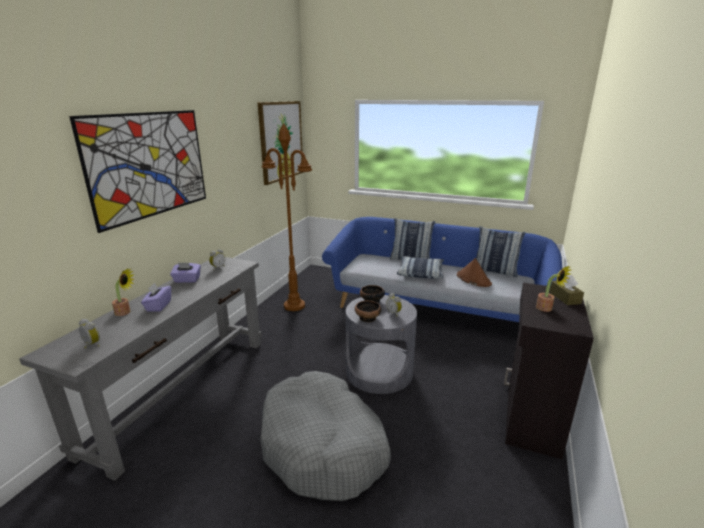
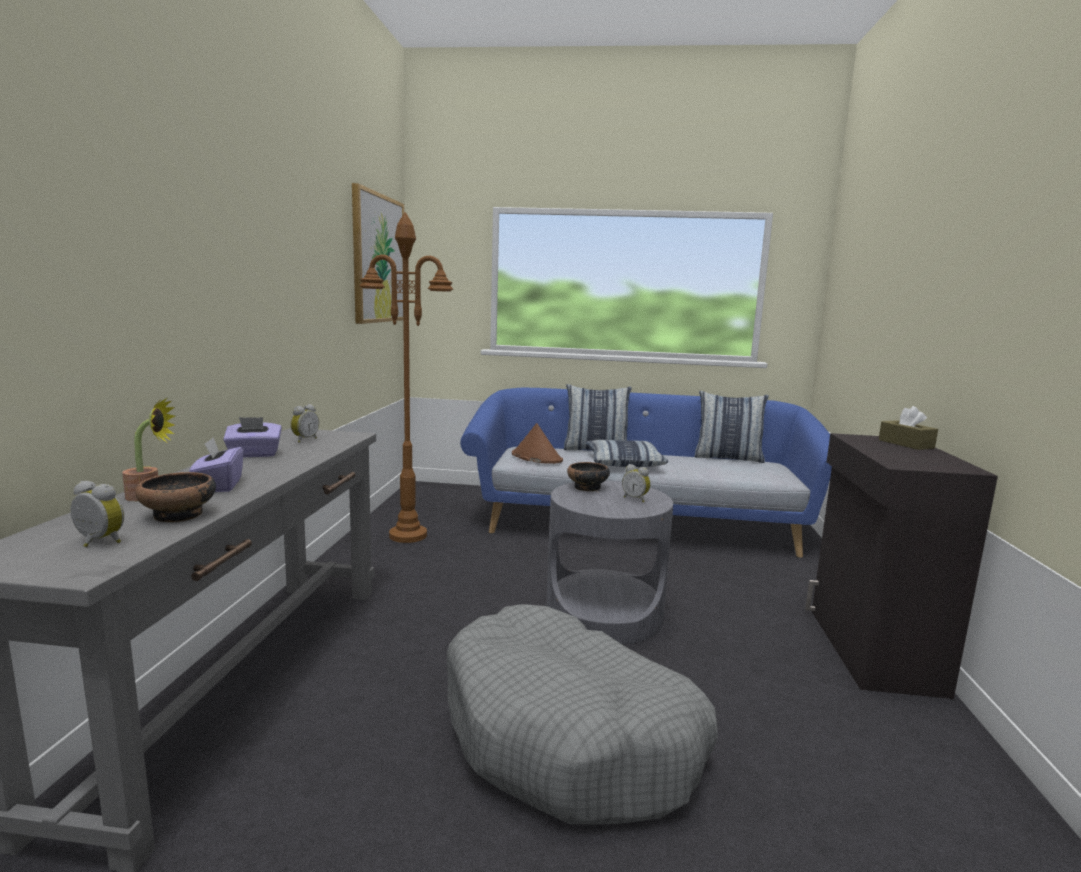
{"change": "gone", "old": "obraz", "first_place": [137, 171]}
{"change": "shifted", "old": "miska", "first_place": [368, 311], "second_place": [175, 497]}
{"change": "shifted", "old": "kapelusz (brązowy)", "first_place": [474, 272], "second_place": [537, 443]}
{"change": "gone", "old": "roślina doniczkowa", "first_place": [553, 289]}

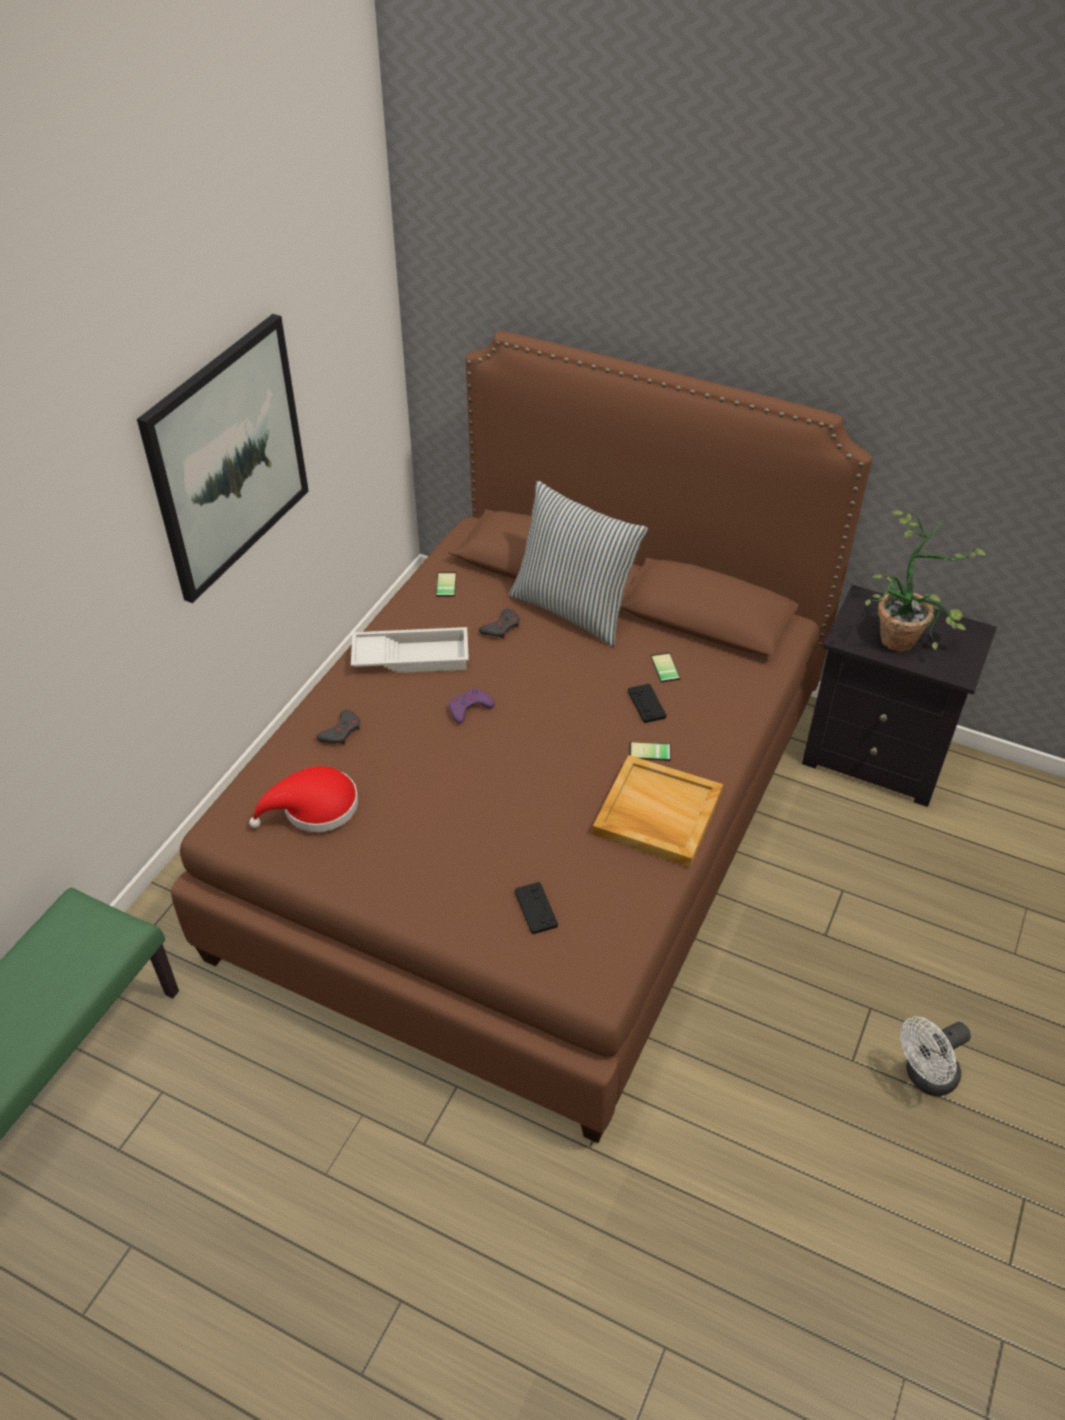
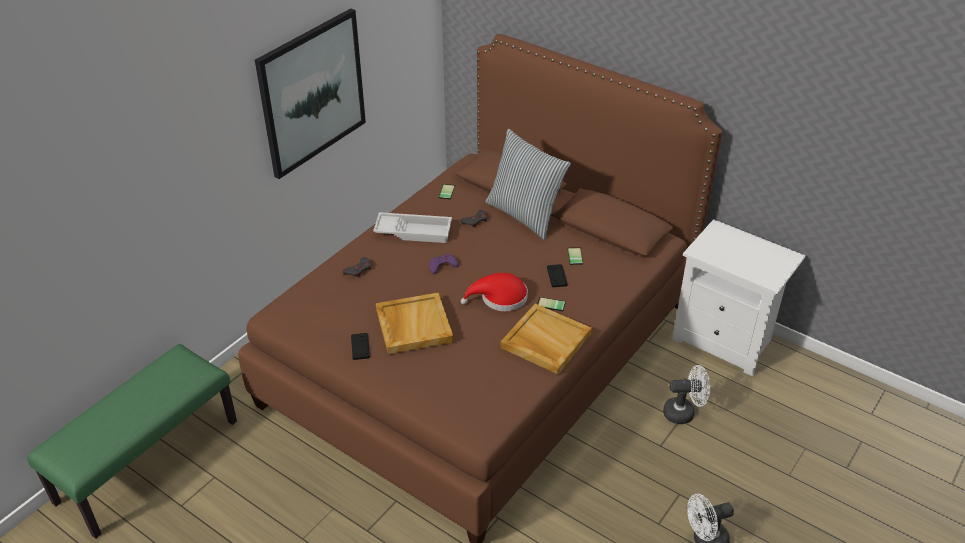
{"change": "shifted", "old": "kapelusz (czerwony)", "first_place": [303, 799], "second_place": [494, 292]}
{"change": "shifted", "old": "pad do gier (czarny)", "first_place": [536, 908], "second_place": [360, 346]}
{"change": "repainted", "old": "szafka nocna (czarny)", "new": "szafka nocna (biały)", "first_place": [899, 696], "second_place": [739, 298]}
{"change": "gone", "old": "roślina doniczkowa", "first_place": [925, 581]}
{"change": "new", "new": "taca (beżowy)", "second_place": [414, 323]}
{"change": "new", "new": "wentylator (biały)", "second_place": [686, 394]}

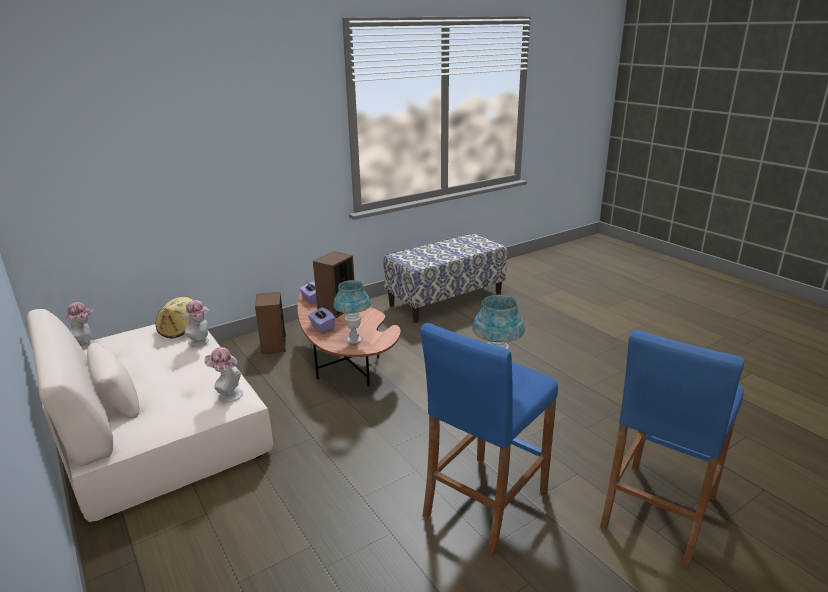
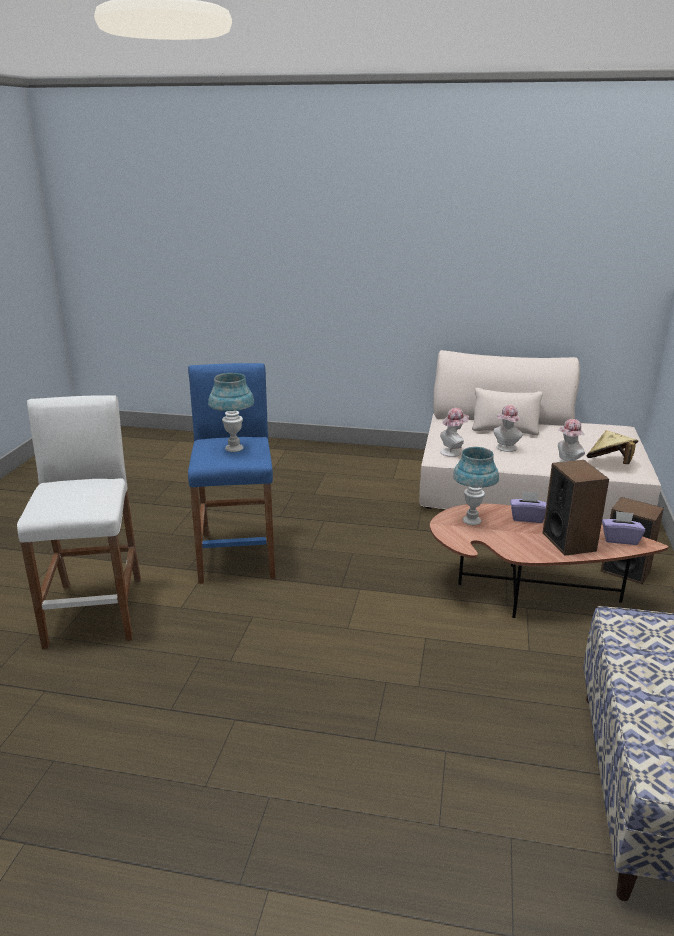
{"change": "shifted", "old": "kapelusz", "first_place": [79, 325], "second_place": [508, 428]}
{"change": "repainted", "old": "stołek (niebieski)", "new": "stołek (biały)", "first_place": [672, 449], "second_place": [79, 522]}

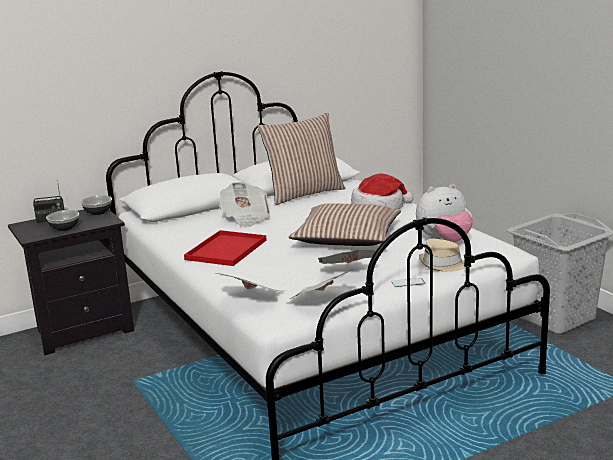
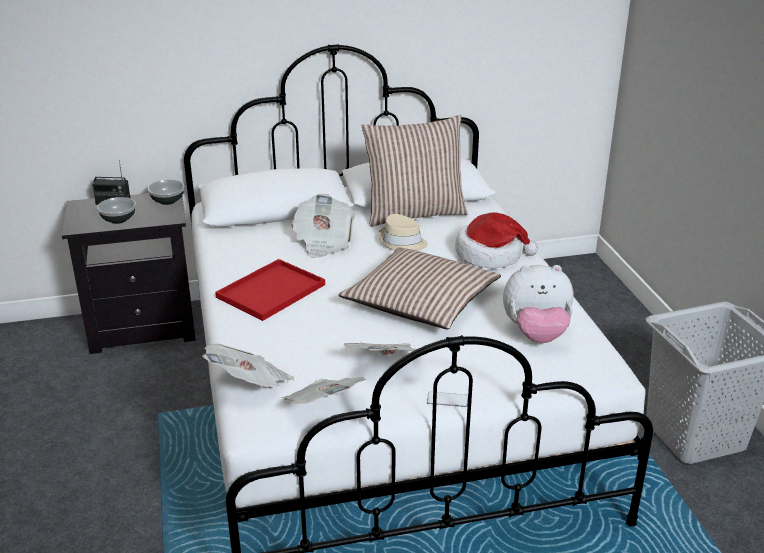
{"change": "shifted", "old": "kapelusz (beżowy)", "first_place": [442, 254], "second_place": [403, 232]}

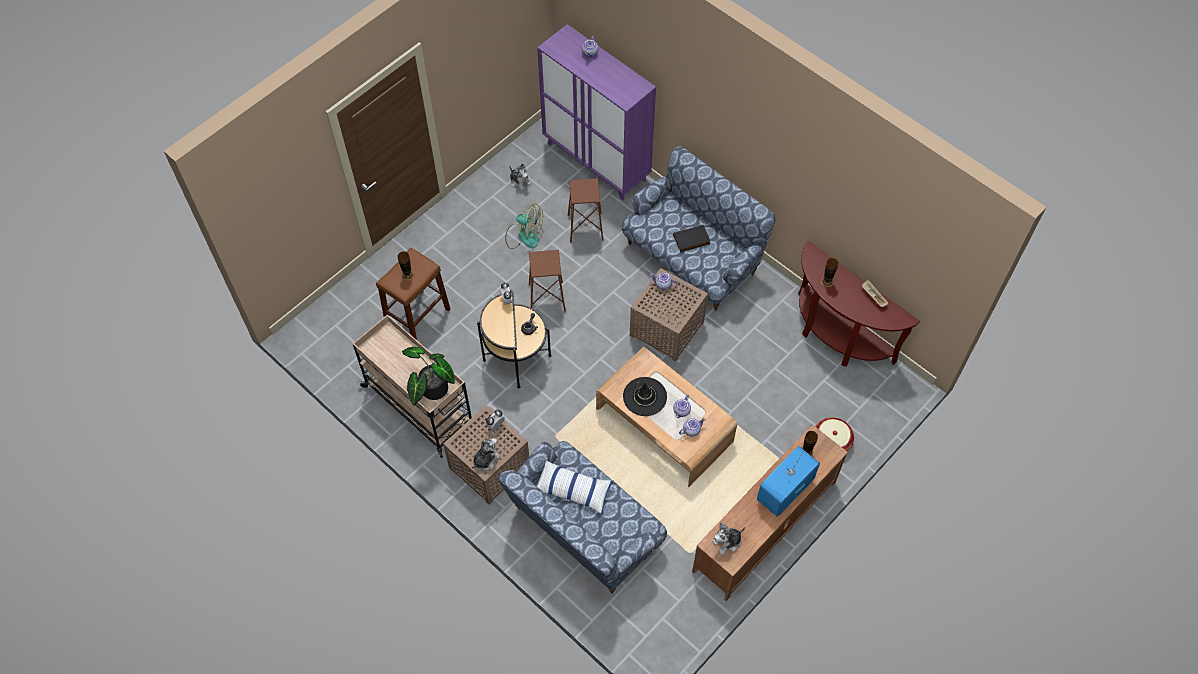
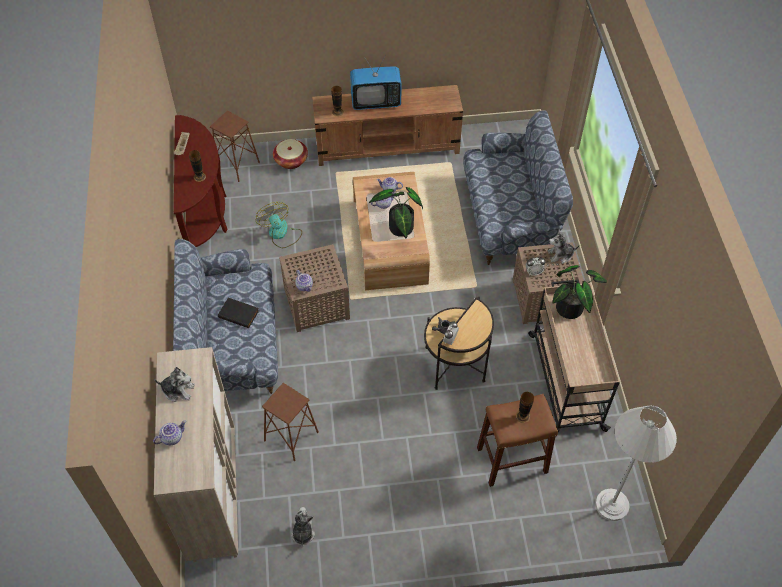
{"change": "shifted", "old": "wentylator", "first_place": [524, 226], "second_place": [279, 225]}
{"change": "shifted", "old": "stołek (brązowy)", "first_place": [547, 281], "second_place": [235, 146]}
{"change": "gone", "old": "poduszka", "first_place": [574, 487]}
{"change": "repainted", "old": "szafka (fioletowy)", "new": "szafka (beżowy)", "first_place": [596, 112], "second_place": [196, 454]}
{"change": "swapped", "old": "kapelusz (czarny)", "new": "roślina doniczkowa", "first_place": [645, 396], "second_place": [396, 212]}
{"change": "shifted", "old": "pluszak", "first_place": [728, 538], "second_place": [174, 384]}
{"change": "new", "new": "lampa stojąca (biały)", "second_place": [636, 463]}

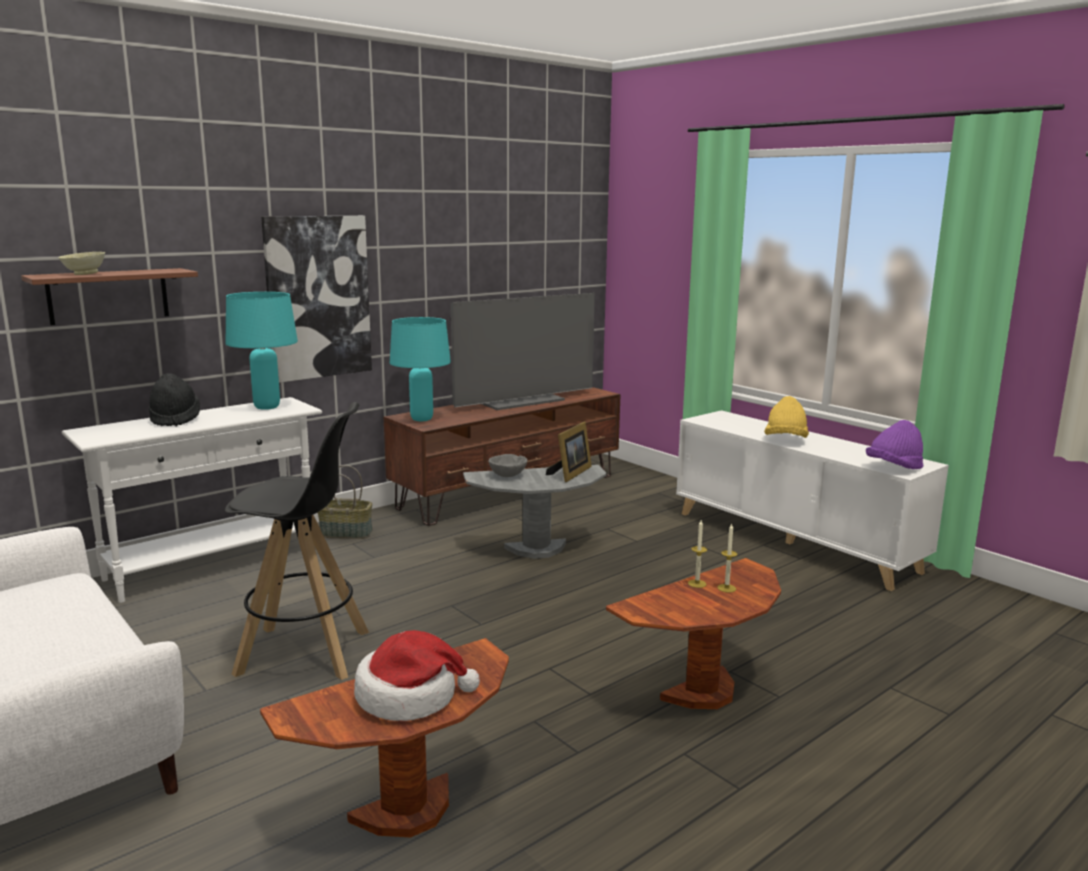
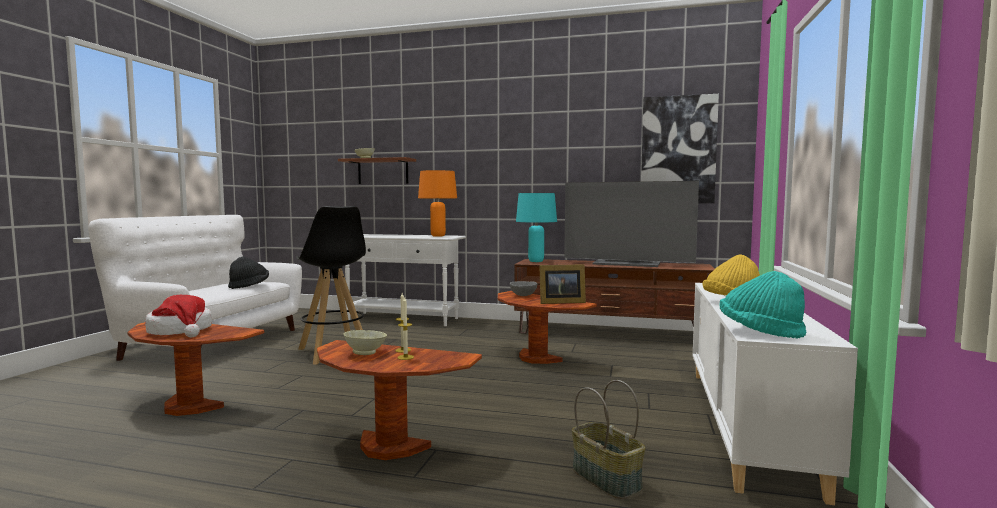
{"change": "shifted", "old": "kapelusz (czarny)", "first_place": [174, 399], "second_place": [248, 272]}
{"change": "repainted", "old": "lampa stołowa (turkusowy)", "new": "lampa stołowa (pomarańczowy)", "first_place": [262, 351], "second_place": [437, 203]}
{"change": "shifted", "old": "obraz", "first_place": [316, 299], "second_place": [680, 148]}
{"change": "shifted", "old": "koszyk", "first_place": [345, 501], "second_place": [608, 439]}
{"change": "repainted", "old": "stolik (szary)", "new": "stolik (brązowy)", "first_place": [534, 512], "second_place": [547, 327]}
{"change": "repainted", "old": "kapelusz (fioletowy)", "new": "kapelusz (turkusowy)", "first_place": [894, 444], "second_place": [763, 305]}
{"change": "new", "new": "miska (beżowy)", "second_place": [365, 342]}

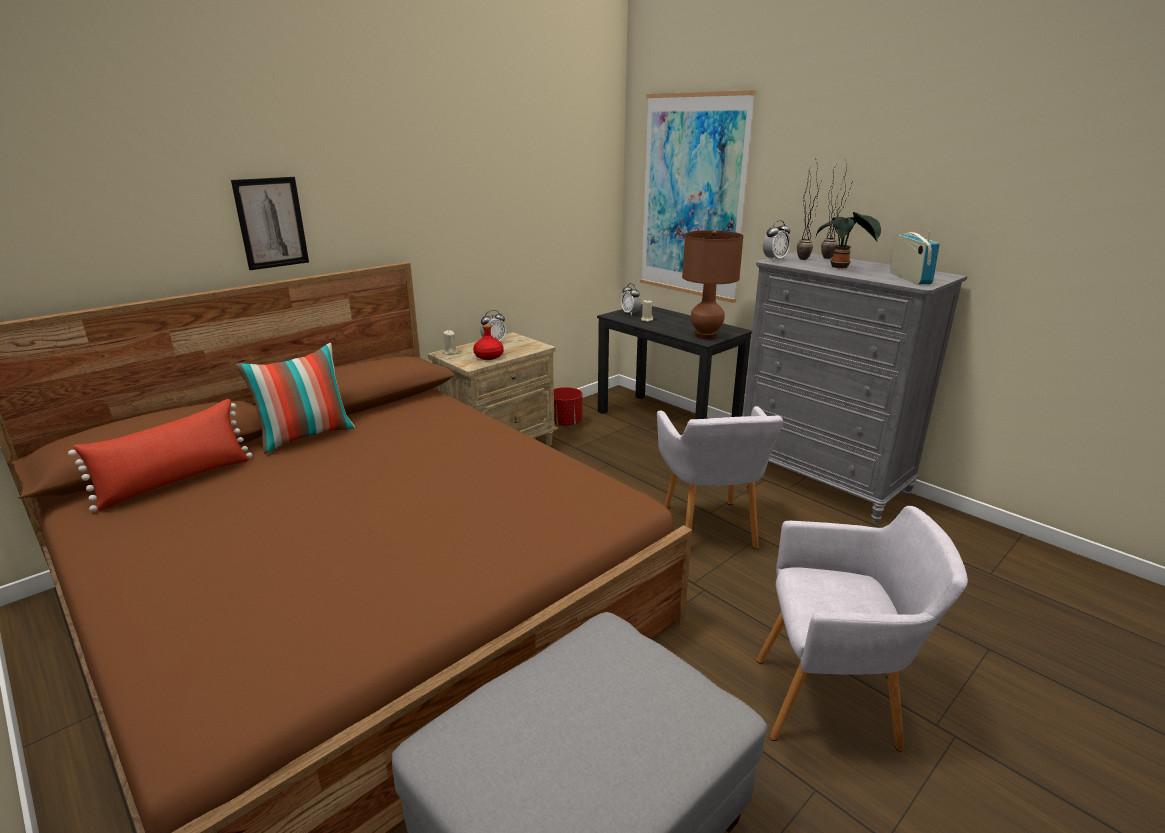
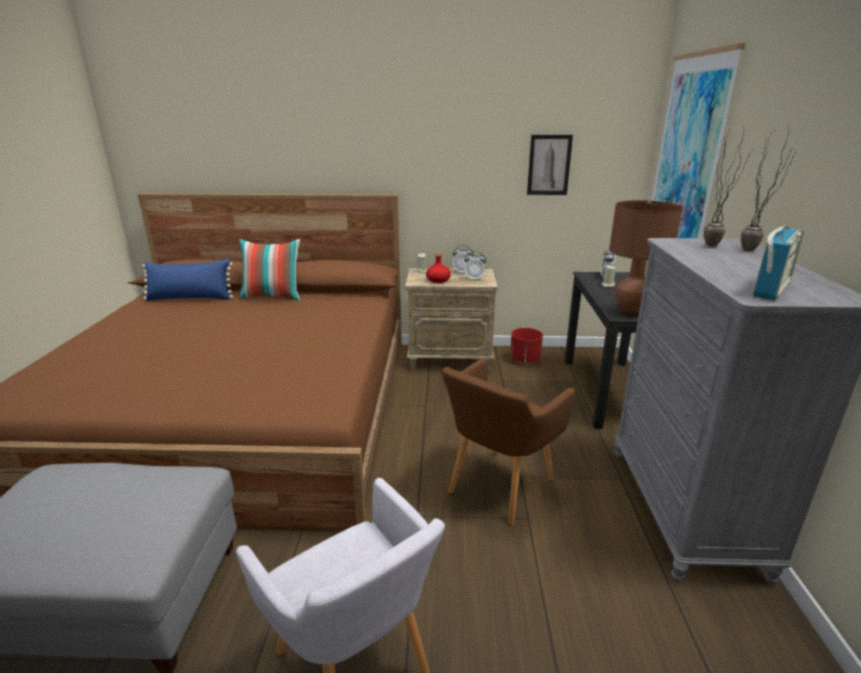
{"change": "repainted", "old": "poduszka (czerwony)", "new": "poduszka (niebieski)", "first_place": [160, 455], "second_place": [187, 280]}
{"change": "shifted", "old": "obraz", "first_place": [270, 223], "second_place": [550, 165]}
{"change": "repainted", "old": "fotel (szary)", "new": "fotel (brązowy)", "first_place": [720, 477], "second_place": [509, 442]}
{"change": "shifted", "old": "budzik", "first_place": [776, 240], "second_place": [475, 266]}
{"change": "gone", "old": "roślina doniczkowa", "first_place": [848, 240]}

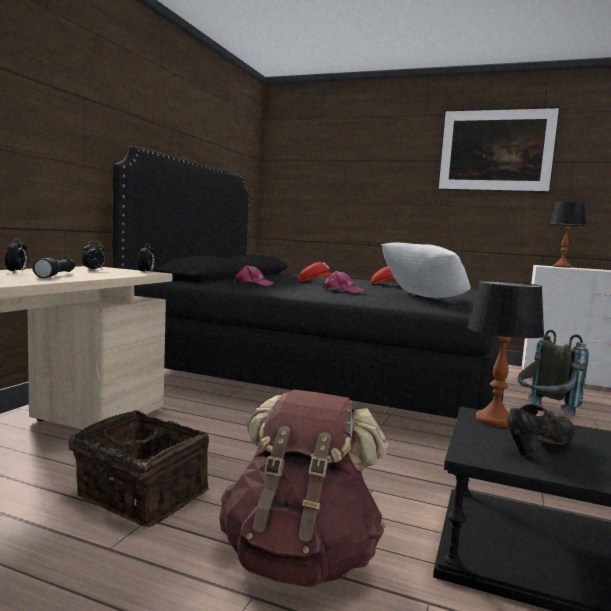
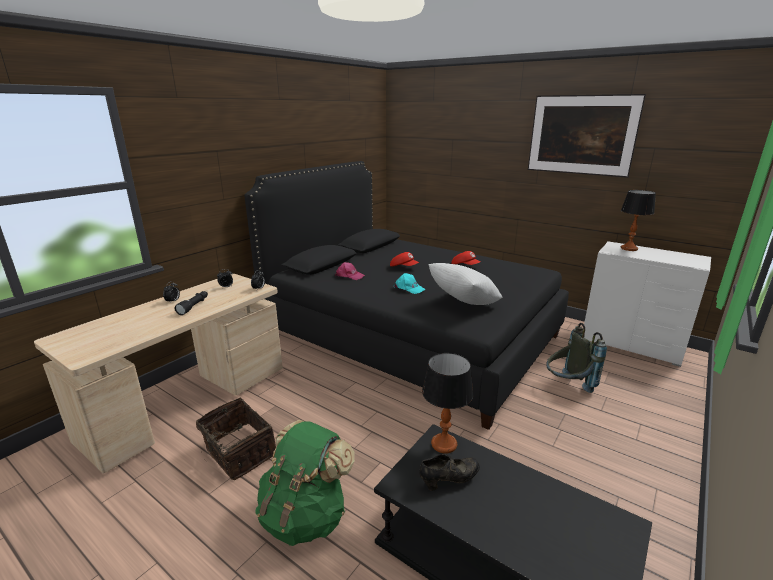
{"change": "repainted", "old": "plecak (brązowy)", "new": "plecak (zielony)", "first_place": [303, 488], "second_place": [305, 483]}
{"change": "repainted", "old": "czapka z daszkiem (różowy)", "new": "czapka z daszkiem (turkusowy)", "first_place": [344, 282], "second_place": [410, 283]}

